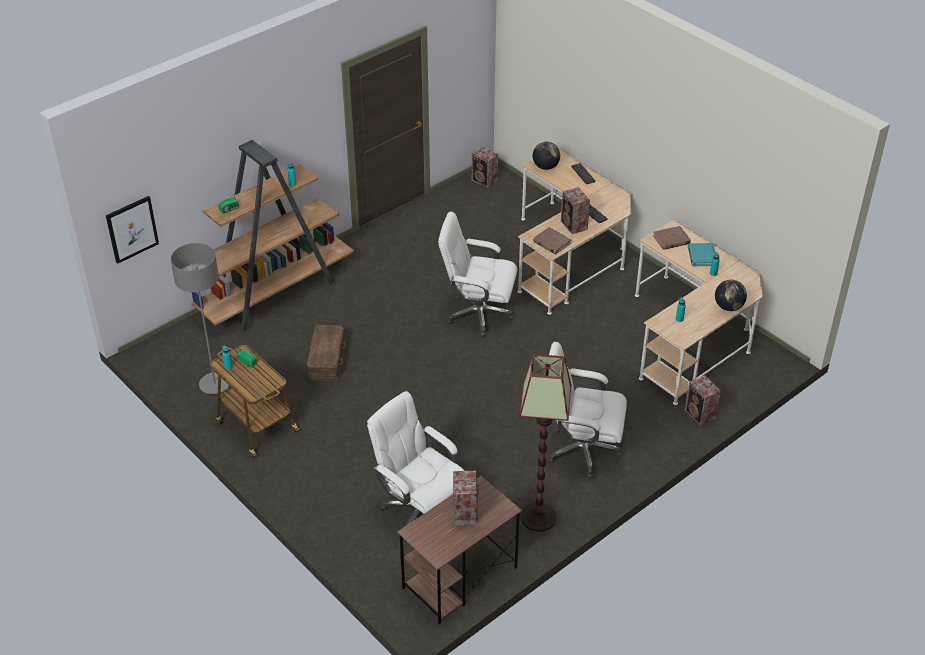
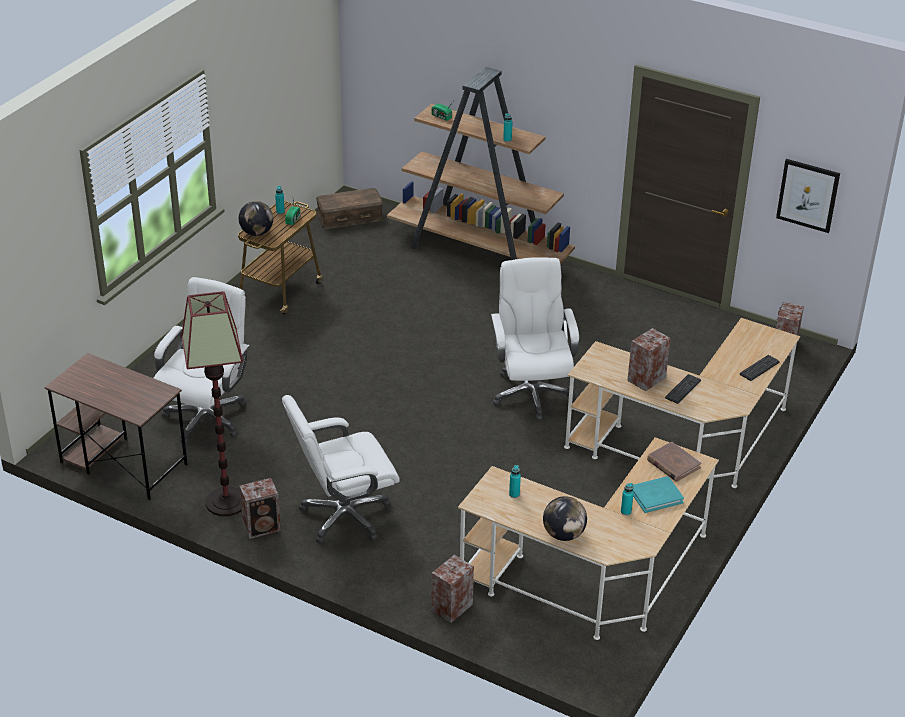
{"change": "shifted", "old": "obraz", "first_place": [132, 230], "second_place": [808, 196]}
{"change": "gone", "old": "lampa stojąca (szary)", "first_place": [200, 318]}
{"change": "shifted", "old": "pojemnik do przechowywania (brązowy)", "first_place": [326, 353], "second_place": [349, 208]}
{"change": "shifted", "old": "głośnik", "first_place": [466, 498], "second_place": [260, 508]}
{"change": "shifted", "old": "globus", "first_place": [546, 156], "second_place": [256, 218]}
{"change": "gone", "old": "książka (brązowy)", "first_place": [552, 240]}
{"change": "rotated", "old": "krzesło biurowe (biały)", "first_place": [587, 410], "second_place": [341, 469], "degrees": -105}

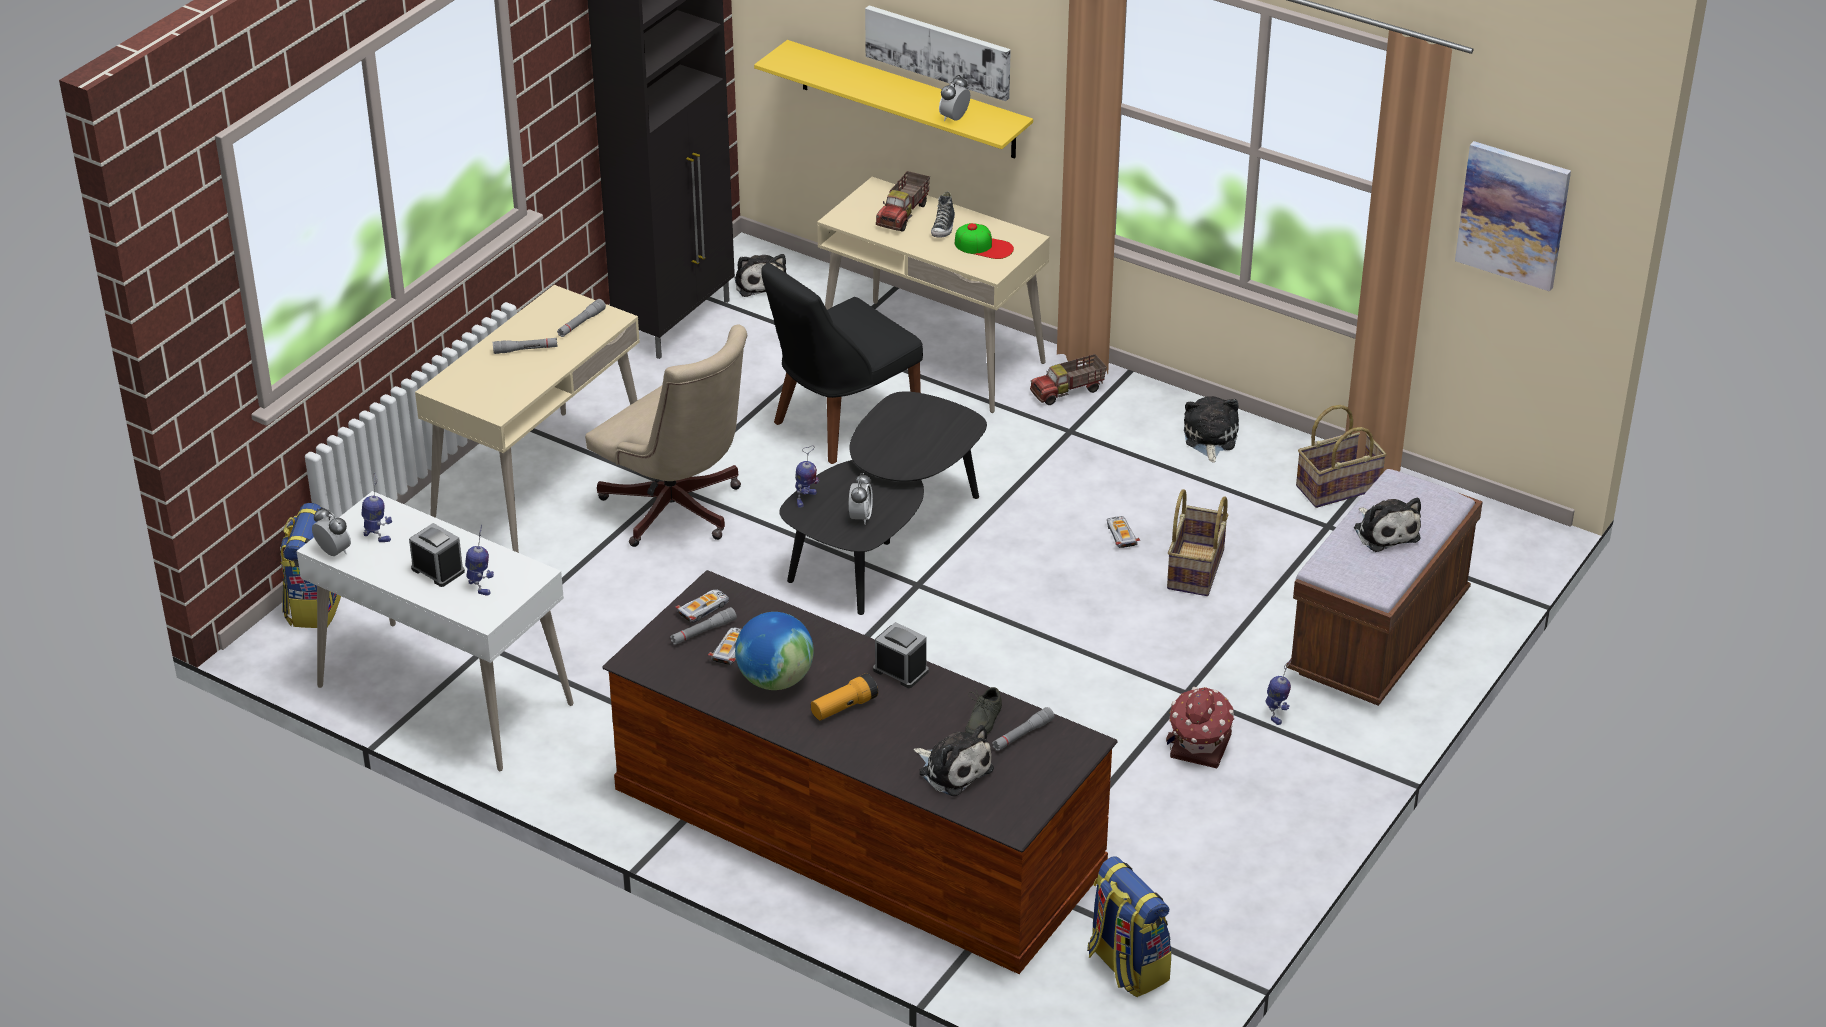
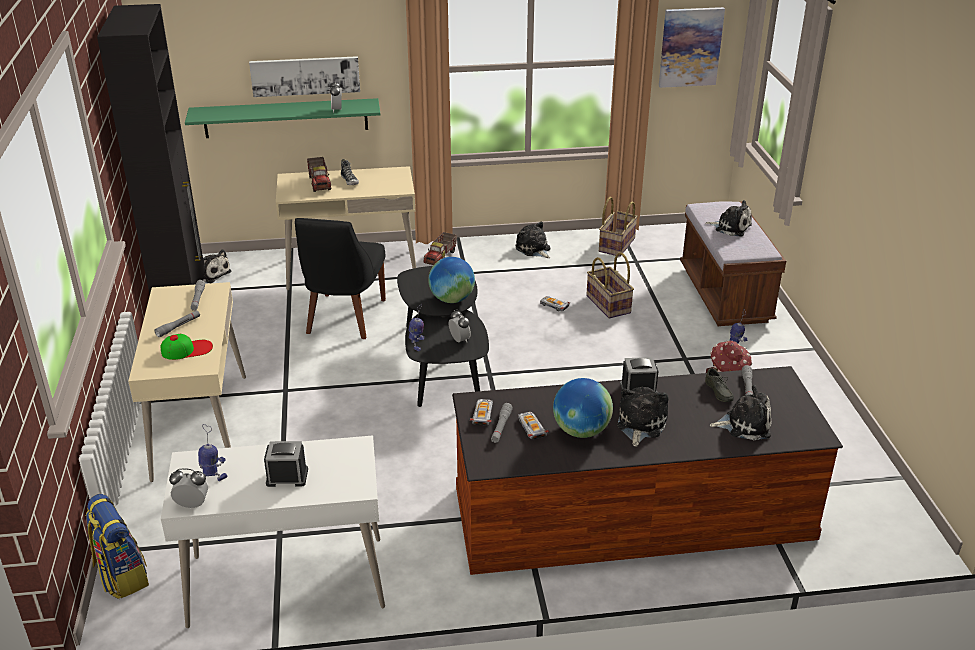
{"change": "gone", "old": "robot zabawkowy", "first_place": [479, 560]}
{"change": "gone", "old": "krzesło biurowe (beżowy)", "first_place": [666, 436]}
{"change": "repainted", "old": "półka (żółty)", "new": "półka (zielony)", "first_place": [893, 99], "second_place": [282, 118]}
{"change": "swapped", "old": "latarka", "new": "pluszak", "first_place": [844, 696], "second_place": [642, 417]}
{"change": "shifted", "old": "czapka z daszkiem", "first_place": [984, 241], "second_place": [187, 347]}
{"change": "gone", "old": "plecak", "first_place": [1129, 927]}
{"change": "new", "new": "globus", "second_place": [451, 280]}

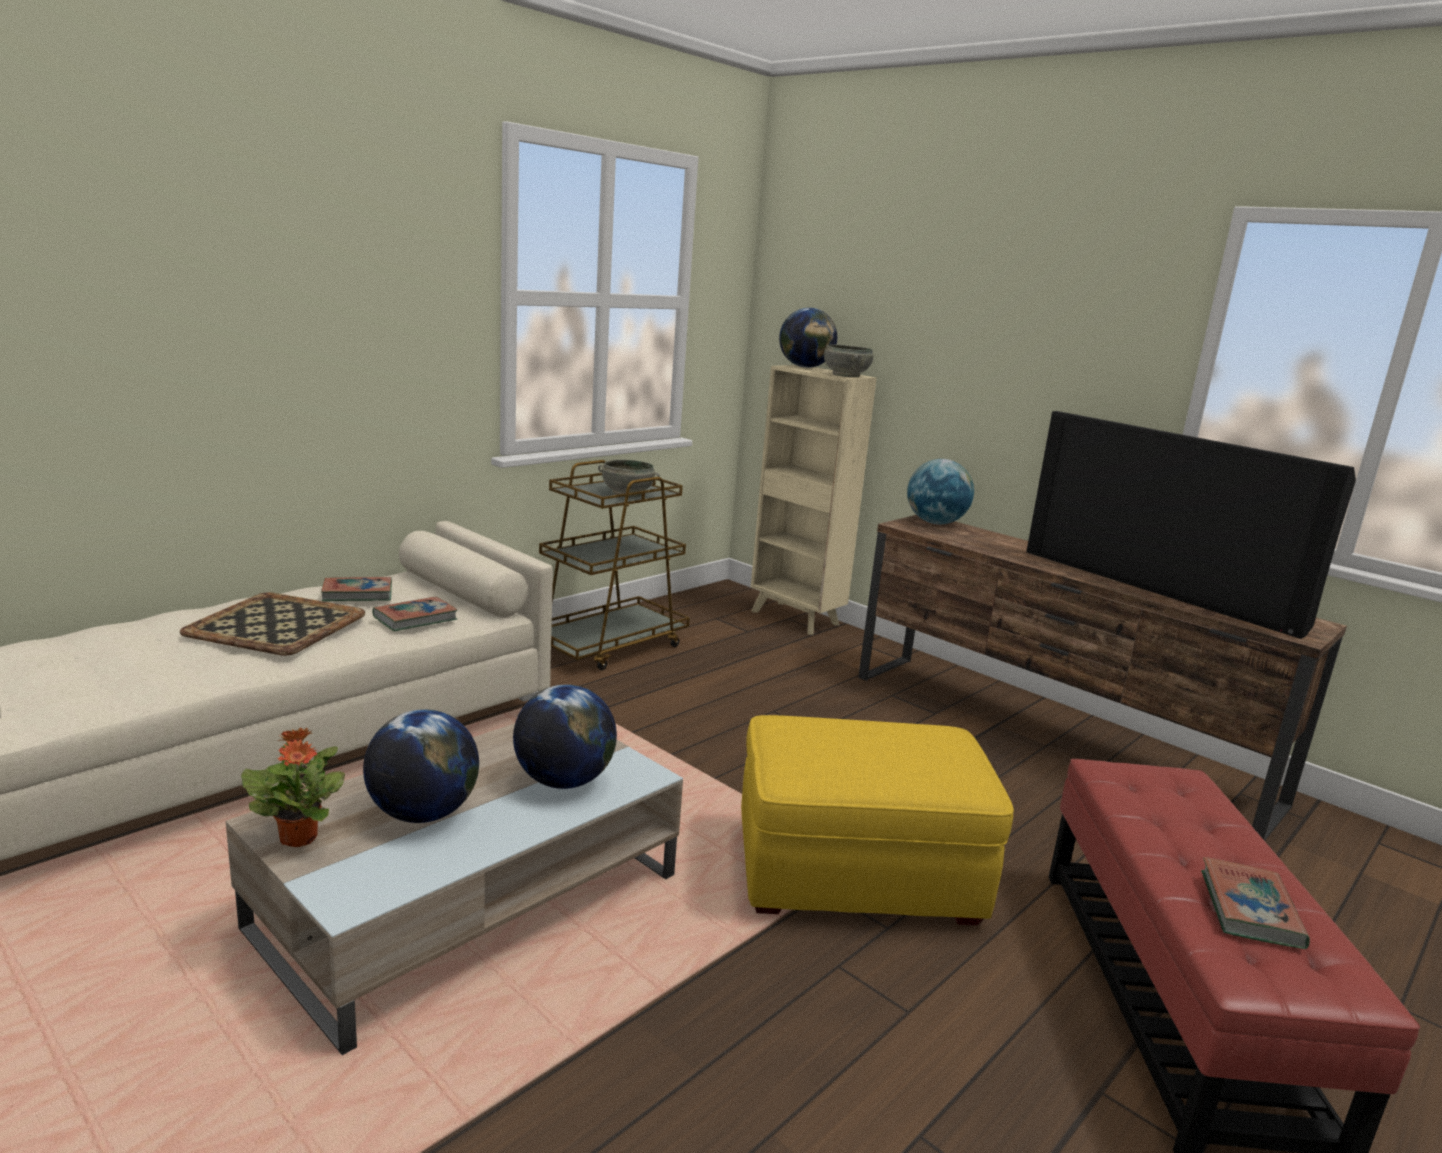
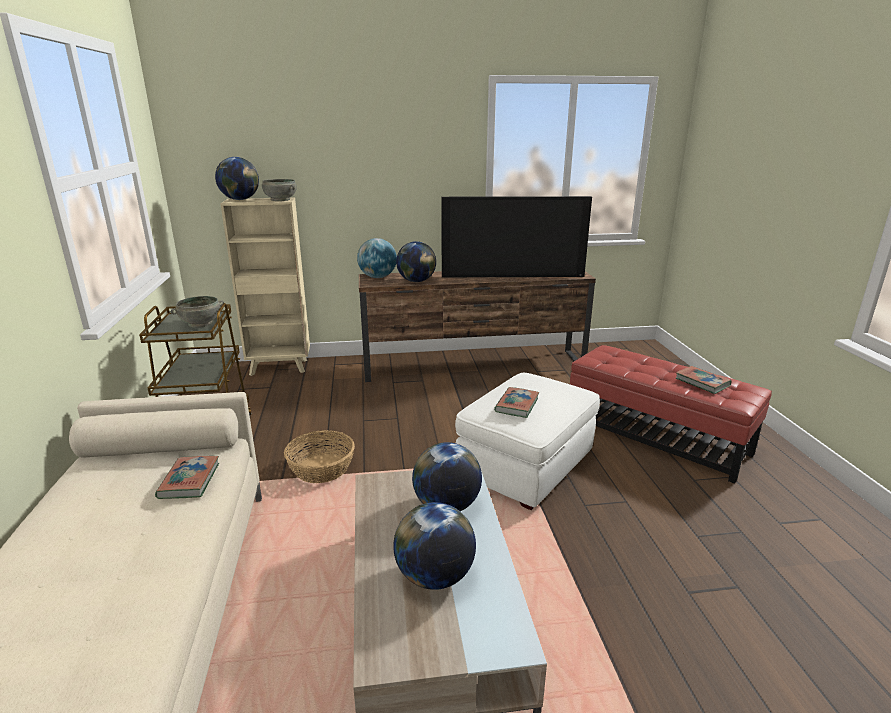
{"change": "gone", "old": "taca", "first_place": [272, 624]}
{"change": "gone", "old": "roślina doniczkowa", "first_place": [293, 787]}
{"change": "shifted", "old": "książka", "first_place": [356, 589], "second_place": [516, 402]}
{"change": "repainted", "old": "pufa (żółty)", "new": "pufa (biały)", "first_place": [877, 820], "second_place": [527, 441]}
{"change": "new", "new": "koszyk", "second_place": [319, 456]}
{"change": "new", "new": "globus", "second_place": [416, 261]}

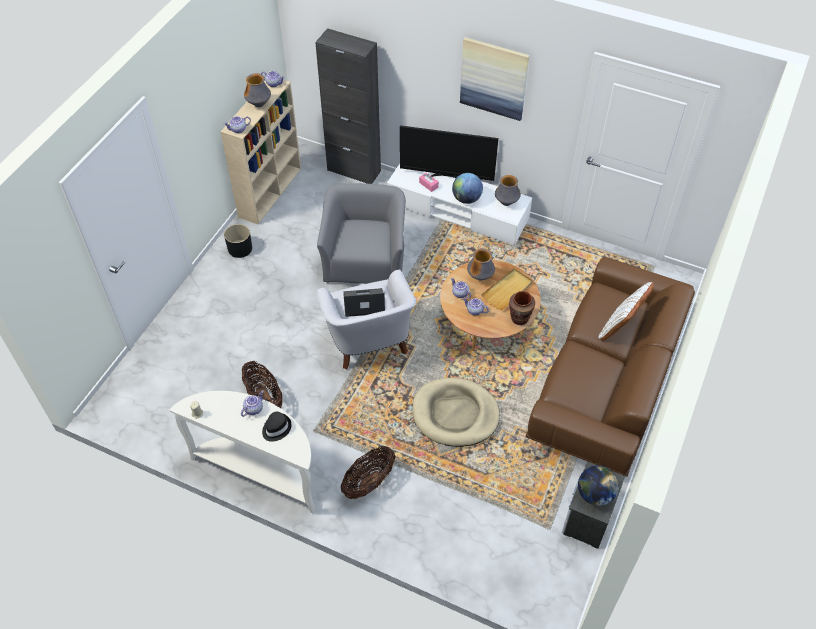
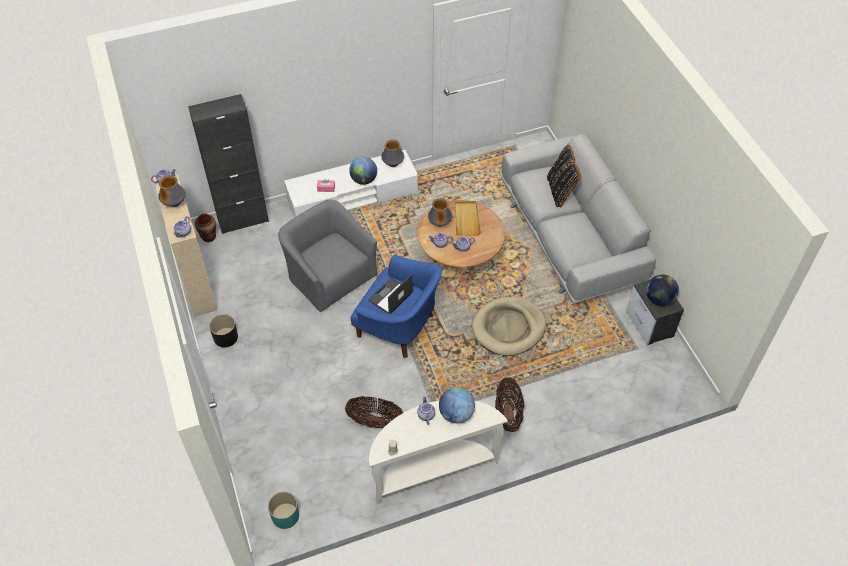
{"change": "swapped", "old": "kapelusz (czarny)", "new": "globus", "first_place": [276, 427], "second_place": [457, 405]}
{"change": "repainted", "old": "fotel (biały)", "new": "fotel (niebieski)", "first_place": [366, 319], "second_place": [396, 306]}
{"change": "gone", "old": "telewizor", "first_place": [449, 153]}
{"change": "gone", "old": "obraz", "first_place": [495, 79]}
{"change": "shifted", "old": "wazon (brązowy)", "first_place": [522, 308], "second_place": [205, 228]}
{"change": "repainted", "old": "kanapa (brązowy)", "new": "kanapa (szary)", "first_place": [610, 367], "second_place": [578, 219]}
{"change": "repainted", "old": "poduszka (biały)", "new": "poduszka (czarny)", "first_place": [626, 311], "second_place": [564, 176]}
{"change": "new", "new": "donica (turkusowy)", "second_place": [283, 510]}

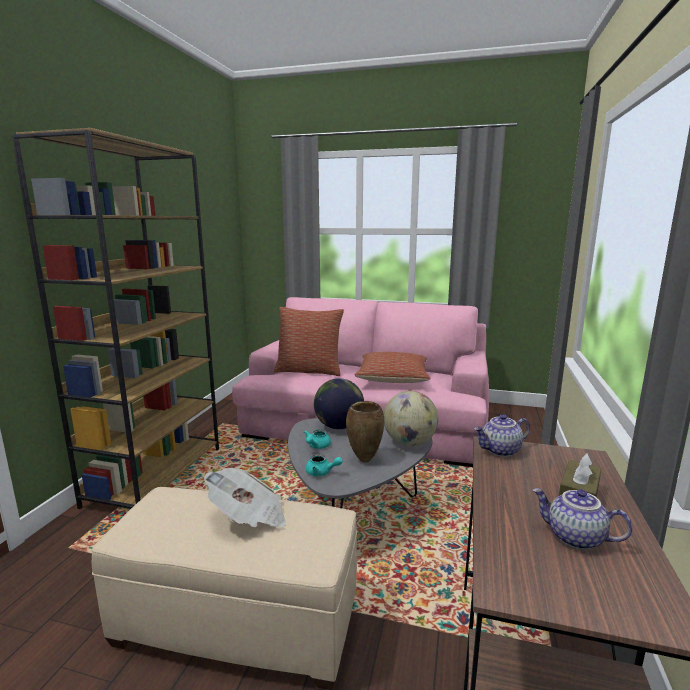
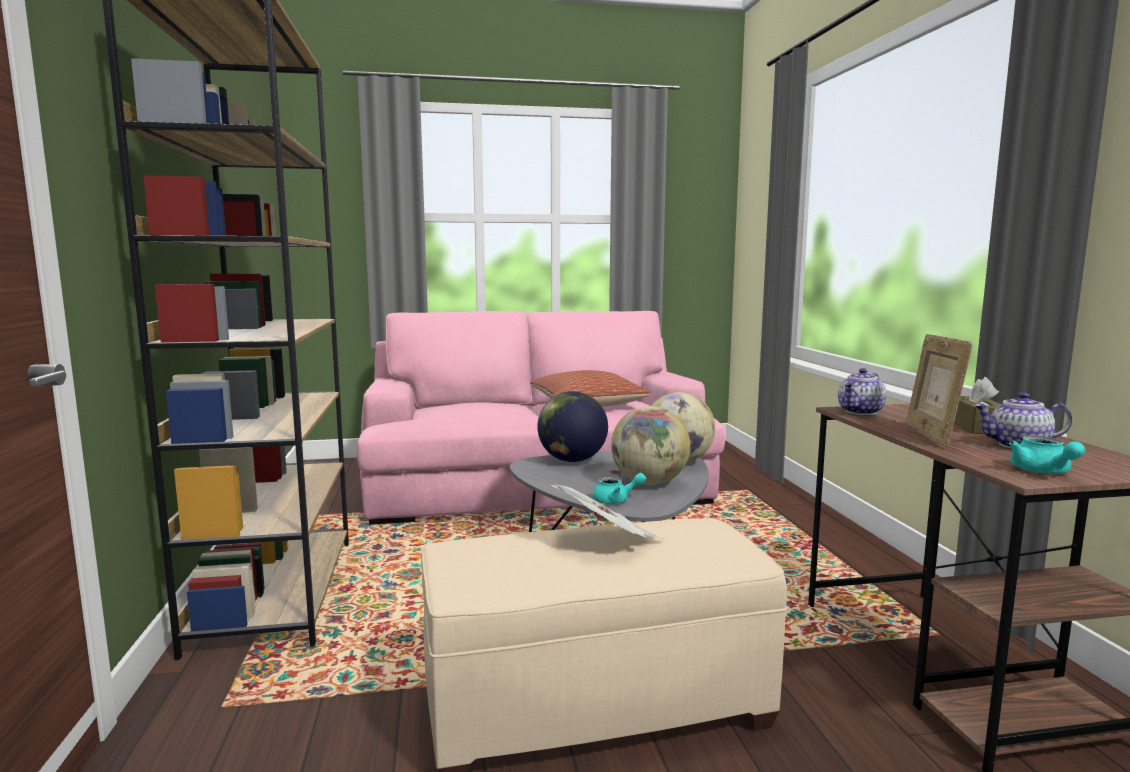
{"change": "gone", "old": "poduszka", "first_place": [309, 341]}
{"change": "shifted", "old": "imbryk (turkusowy)", "first_place": [317, 439], "second_place": [1047, 455]}
{"change": "swapped", "old": "wazon (brązowy)", "new": "globus", "first_place": [365, 432], "second_place": [650, 445]}
{"change": "new", "new": "ramka na zdjęcie", "second_place": [939, 389]}

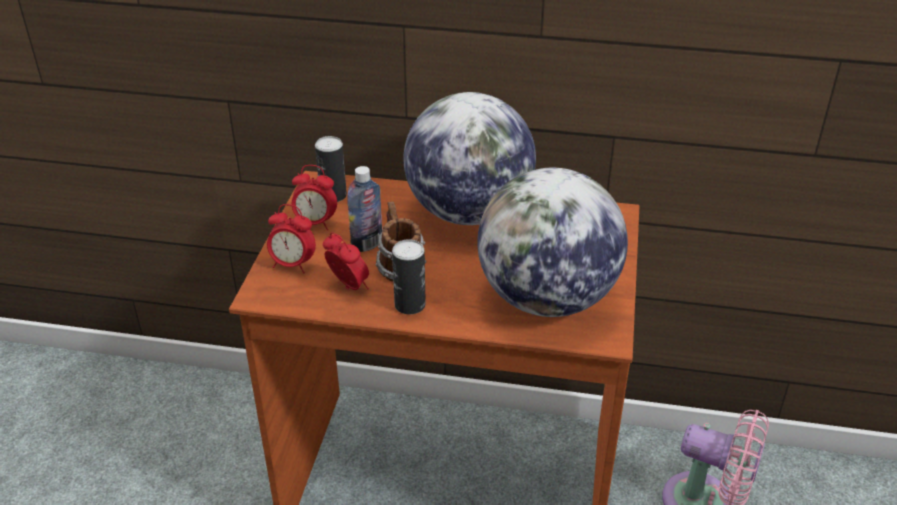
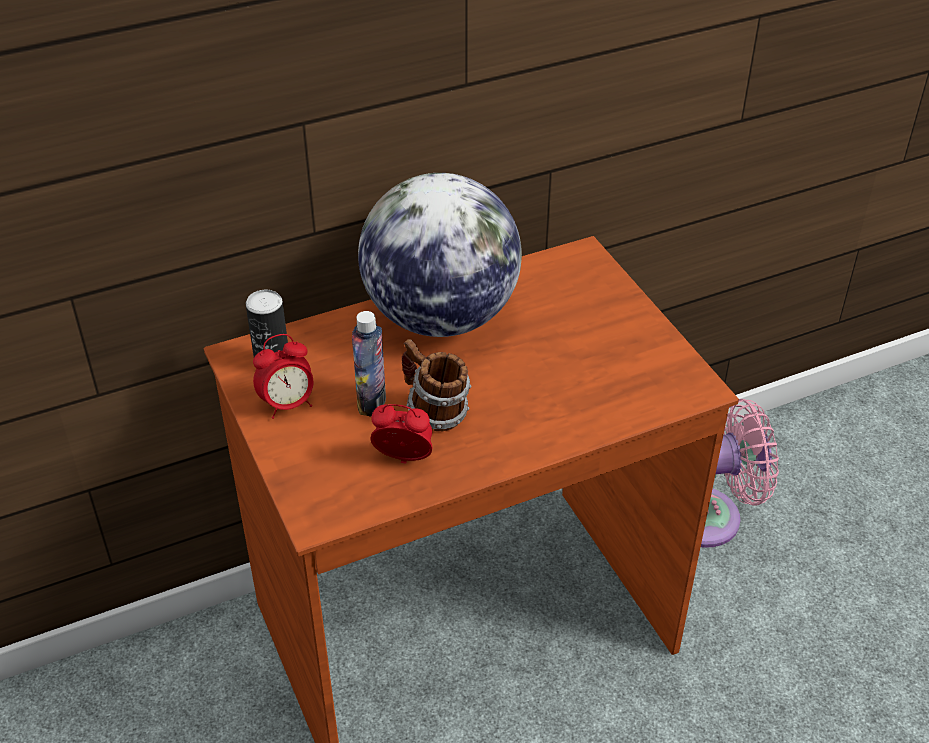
{"change": "gone", "old": "budzik", "first_place": [291, 239]}
{"change": "gone", "old": "puszka", "first_place": [409, 277]}
{"change": "gone", "old": "globus", "first_place": [552, 242]}

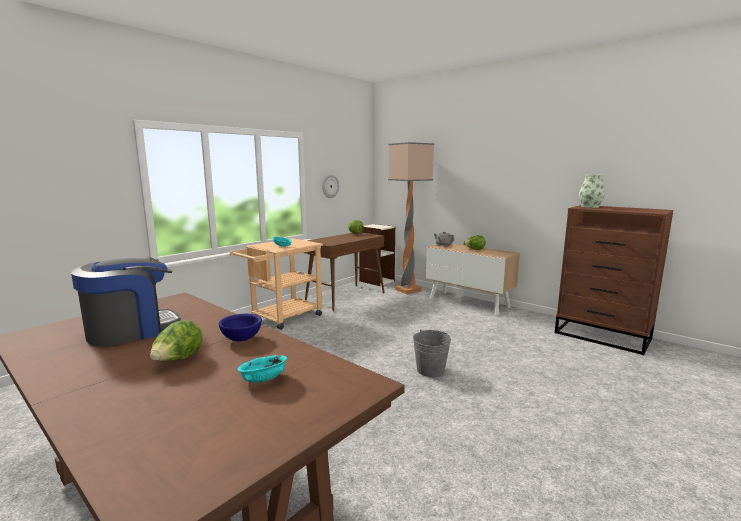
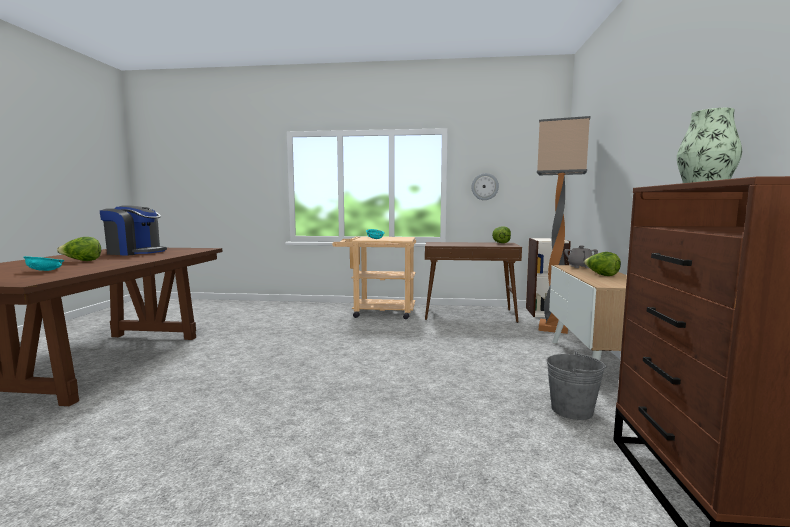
{"change": "gone", "old": "miska (niebieski)", "first_place": [240, 327]}
{"change": "shifted", "old": "wiadro (szary)", "first_place": [432, 353], "second_place": [576, 386]}

